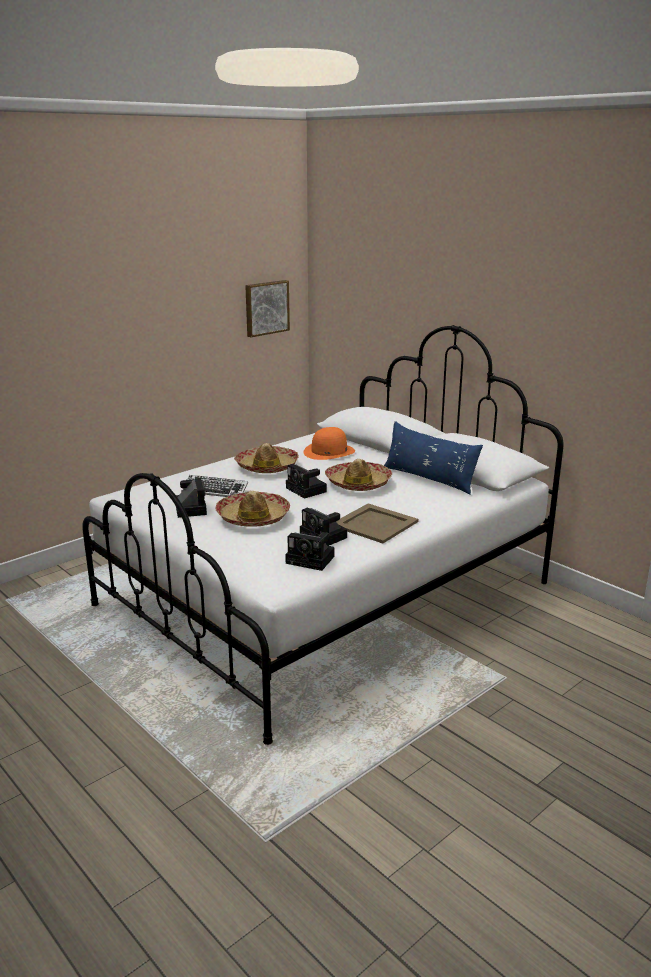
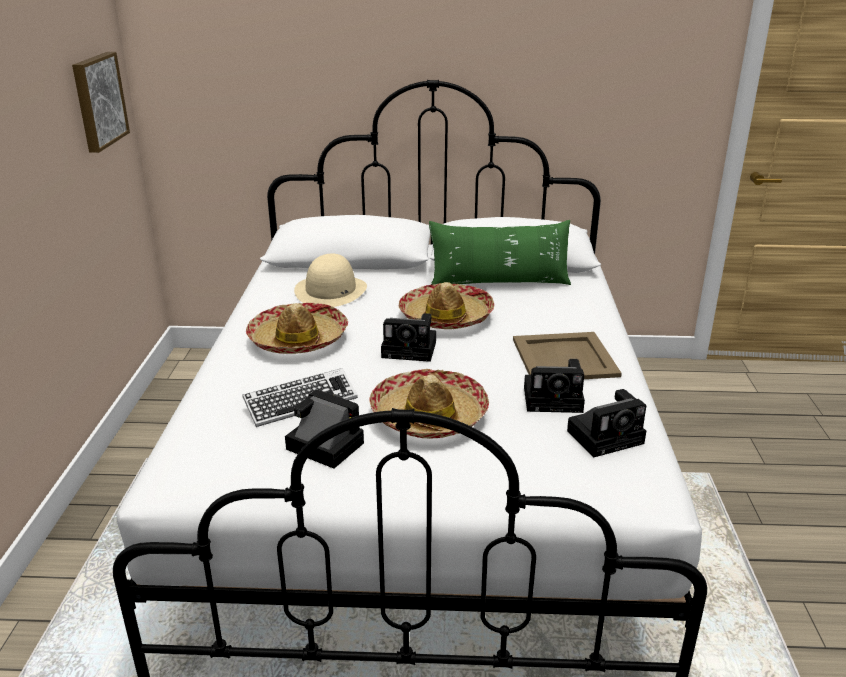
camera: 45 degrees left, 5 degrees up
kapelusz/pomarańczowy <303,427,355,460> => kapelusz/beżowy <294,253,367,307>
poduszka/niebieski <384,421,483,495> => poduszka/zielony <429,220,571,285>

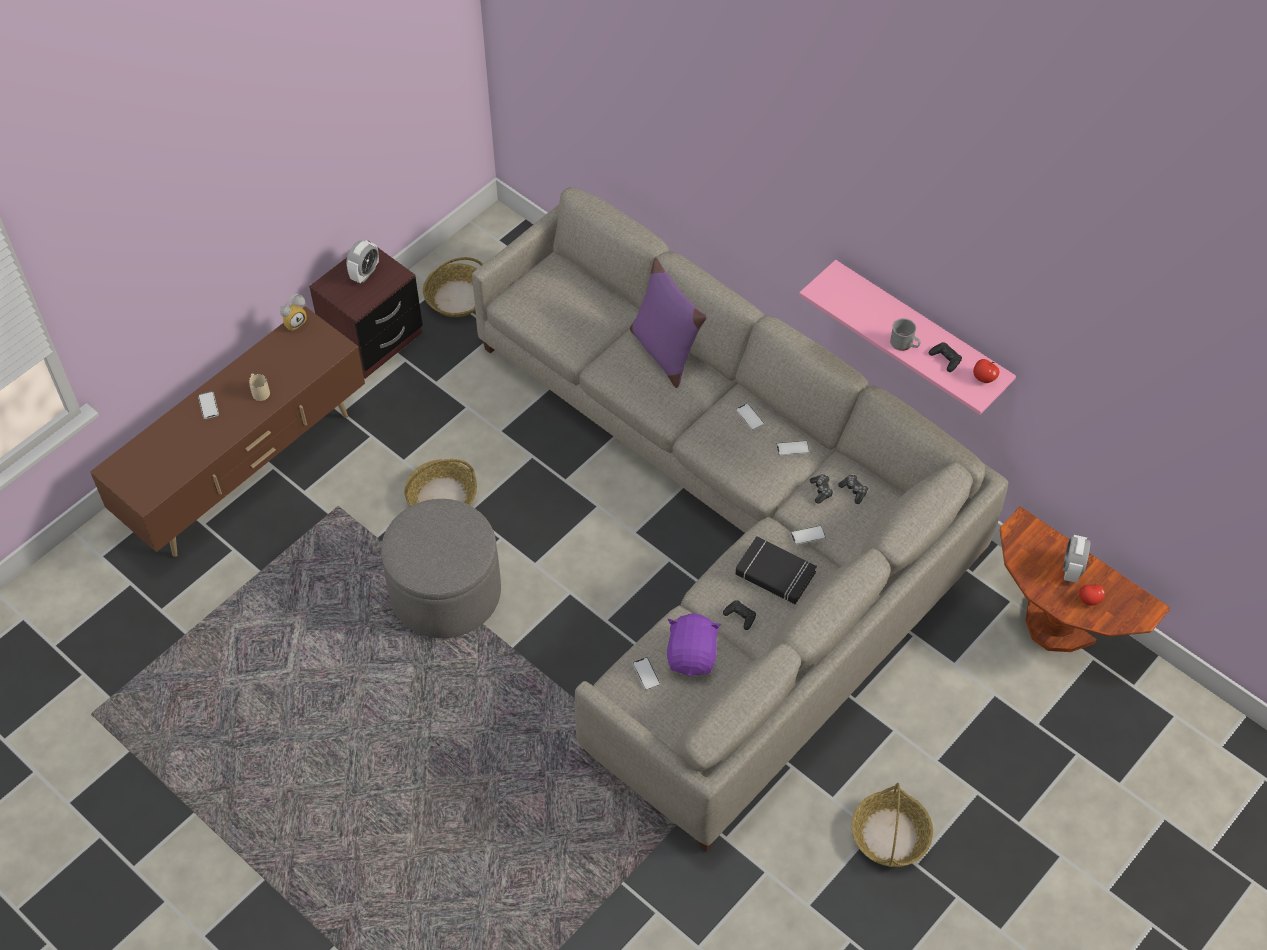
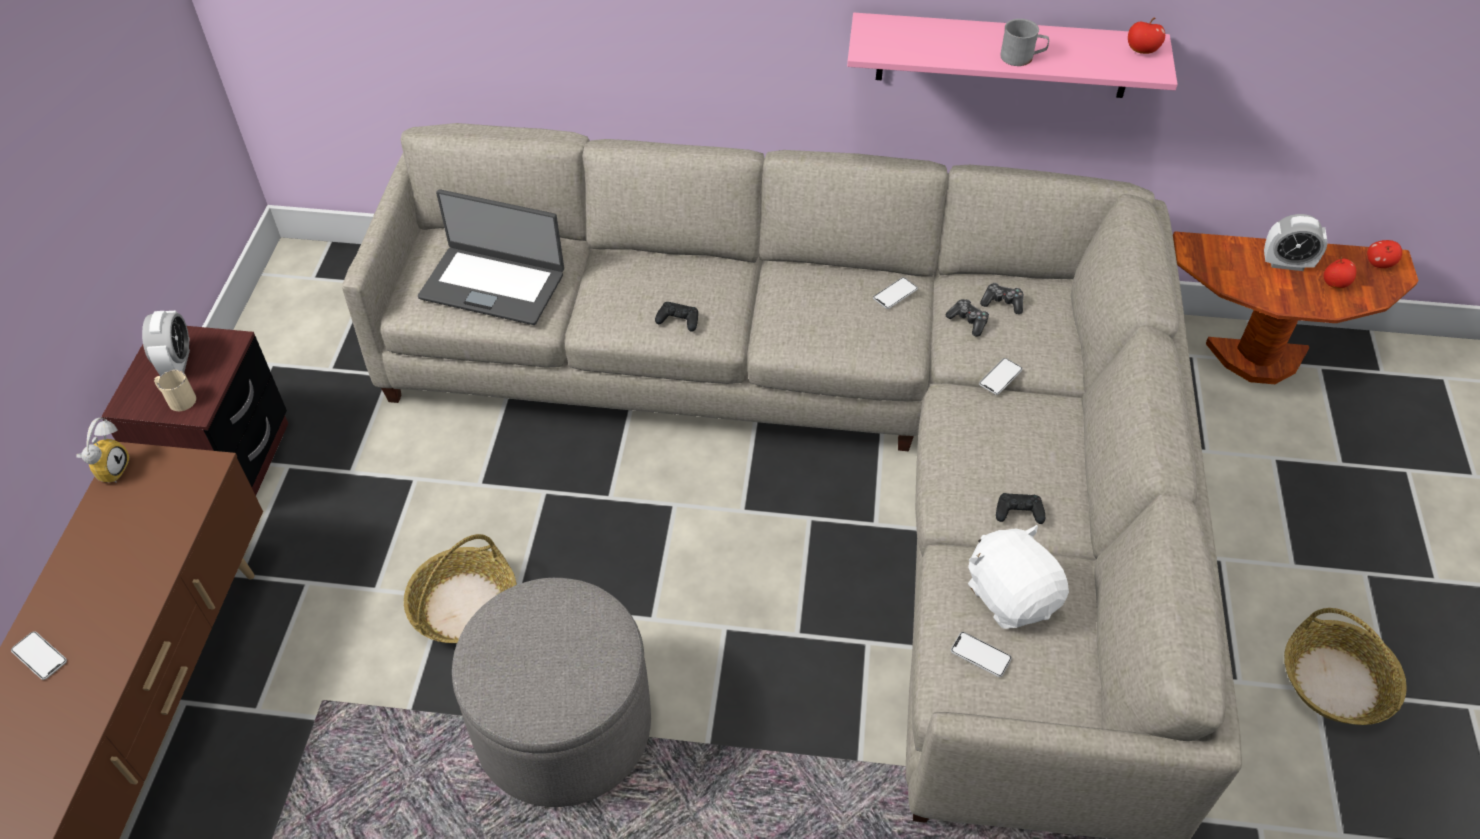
camera: 35 degrees left, 5 degrees down
kubek/beżowy <249,373,270,401> => kubek/beżowy <154,370,196,411>, shifted
nothing => laptop <418,189,564,325>
pad do gier/czarny <929,342,962,372> => pad do gier/czarny <655,302,698,332>, shifted
pluszak/fioletowy <667,613,721,676> => pluszak/biały <968,525,1069,629>
budzik <1063,535,1090,583> => budzik <1264,214,1328,271>, 60 degrees counterclockwise
nothing => jabłko <1367,240,1402,268>
koszyk <423,257,483,317> => nothing
poduszka/fioletowy <630,258,707,388> => nothing
telefon <735,403,765,431> => nothing
książka/czarny <735,536,817,604> => nothing

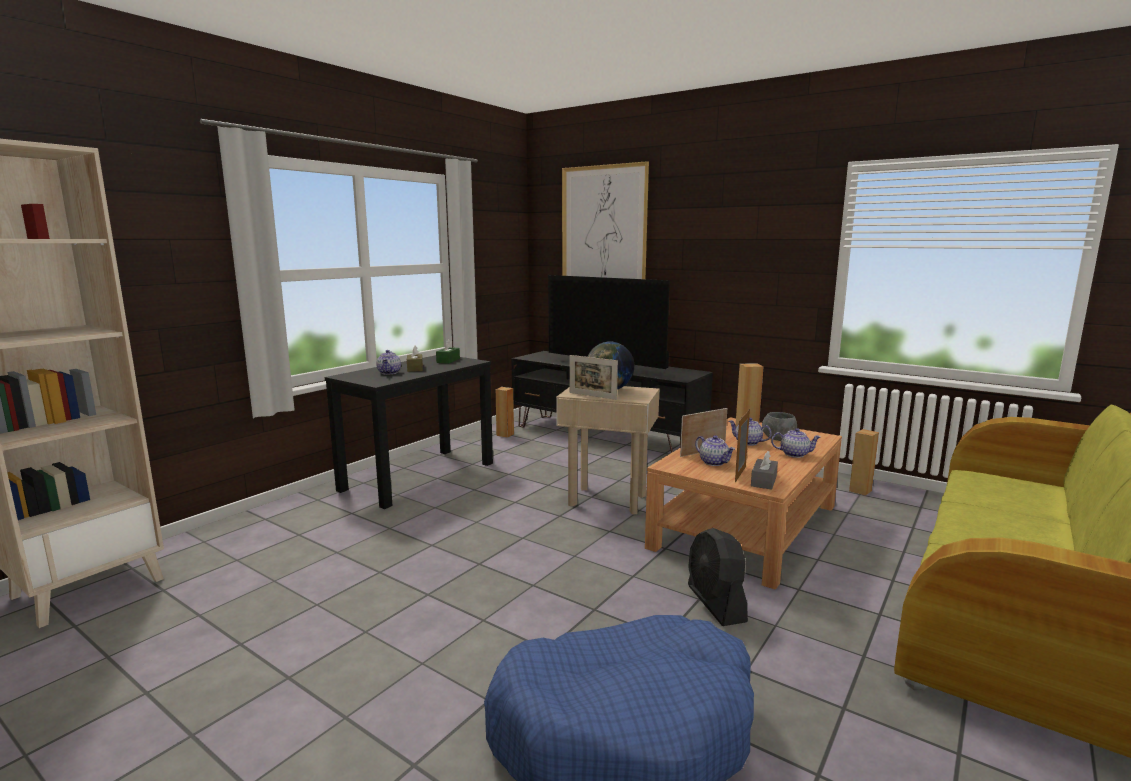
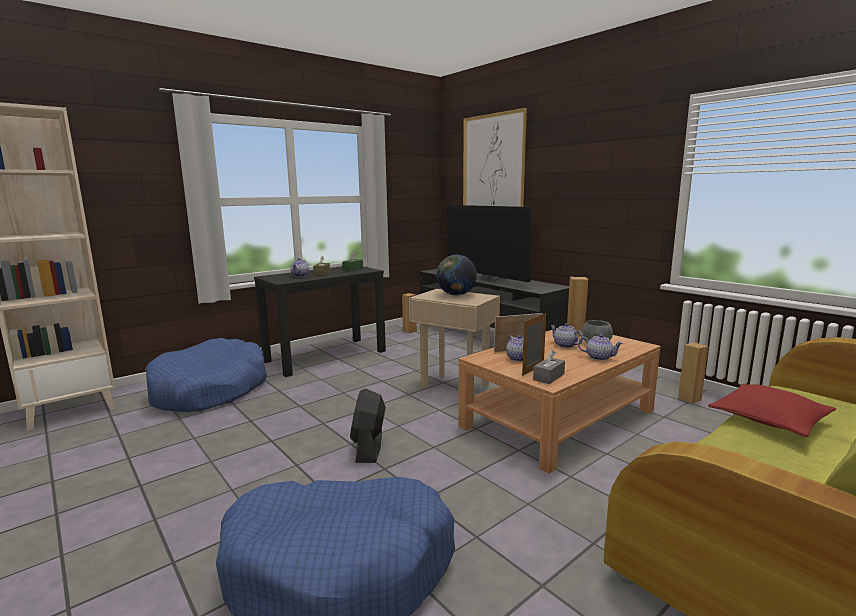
camera: 15 degrees right, 0 degrees up
nothing => legowisko/niebieski <145,338,267,412>
wentylator/czarny <688,528,748,626> => wentylator/czarny <350,389,386,463>, shifted
nothing => poduszka/czerwony <708,384,836,437>
ramka na zdjęcie <569,355,618,400> => nothing

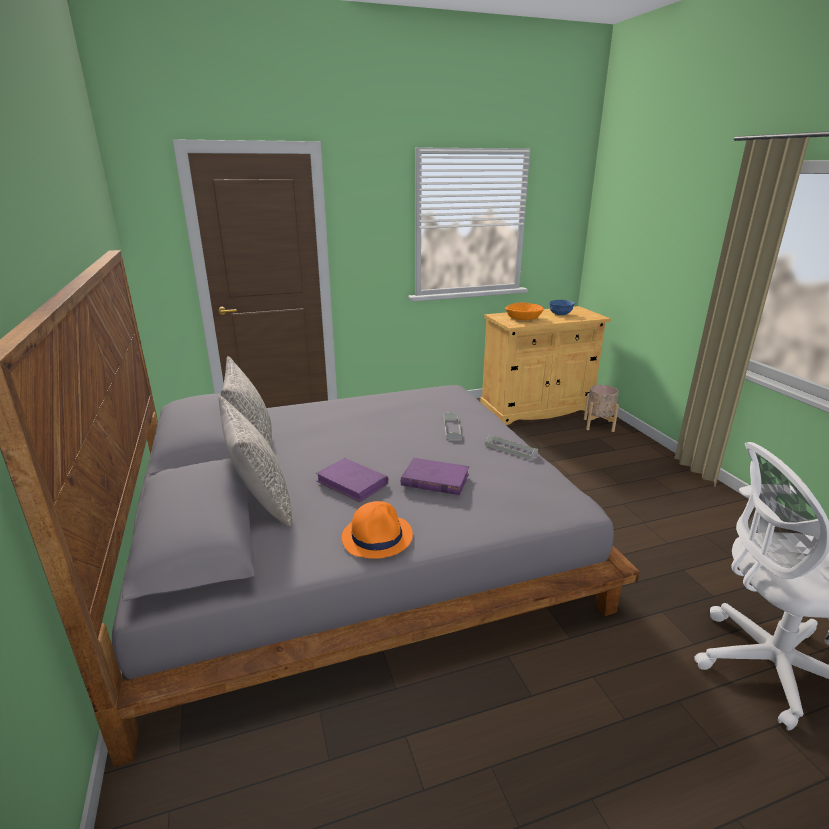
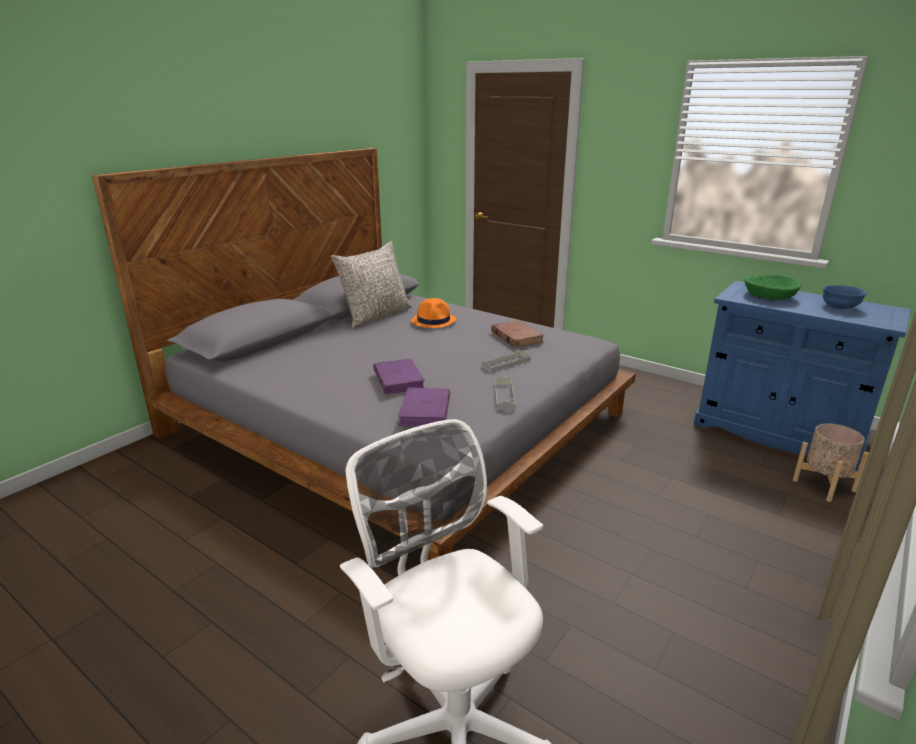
camera: 55 degrees right, 0 degrees up
książka/fioletowy <316,458,388,502> => książka/fioletowy <398,388,450,427>, shifted
kapelusz/pomarańczowy <342,501,413,559> => kapelusz/pomarańczowy <411,298,456,328>, shifted
nothing => książka/brązowy <491,320,545,348>
szafka/beżowy <480,306,611,425> => szafka/niebieski <694,281,911,471>
miska/pomarańczowy <505,302,544,320> => miska/zielony <745,275,801,300>
poduszka/szary <219,396,292,526> => nothing

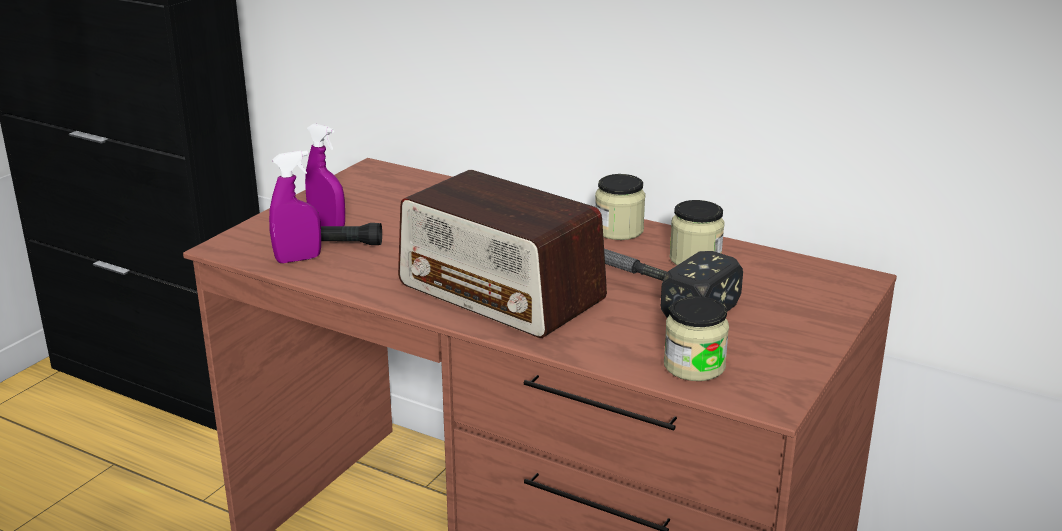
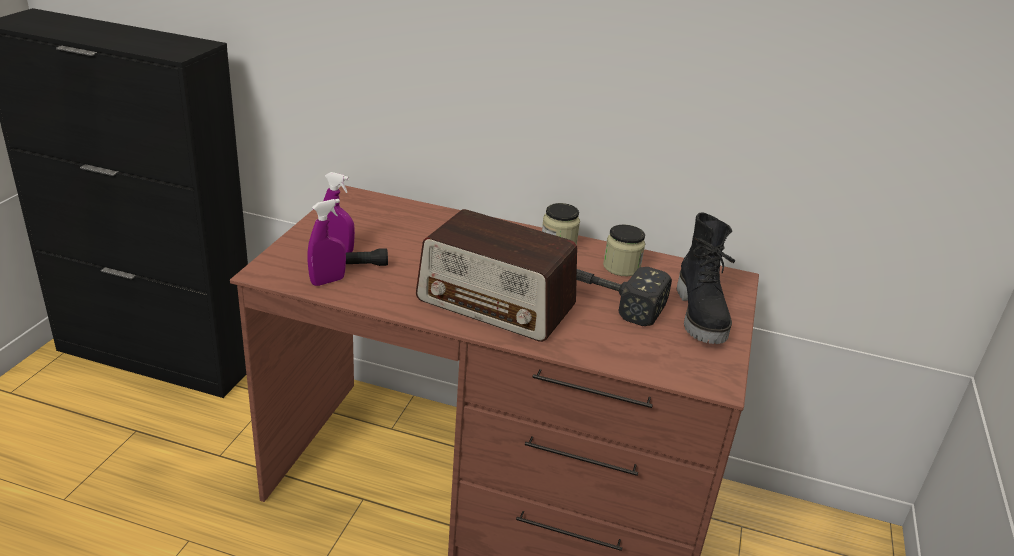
camera: 15 degrees left, 5 degrees up
nothing => but z cholewką/czarny <677,212,735,344>
słoik <664,296,729,381> => nothing

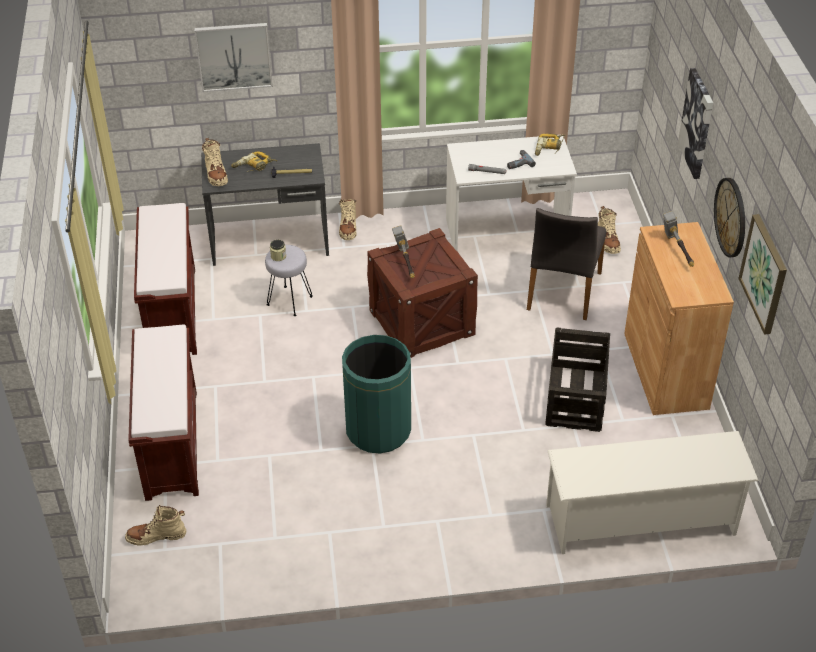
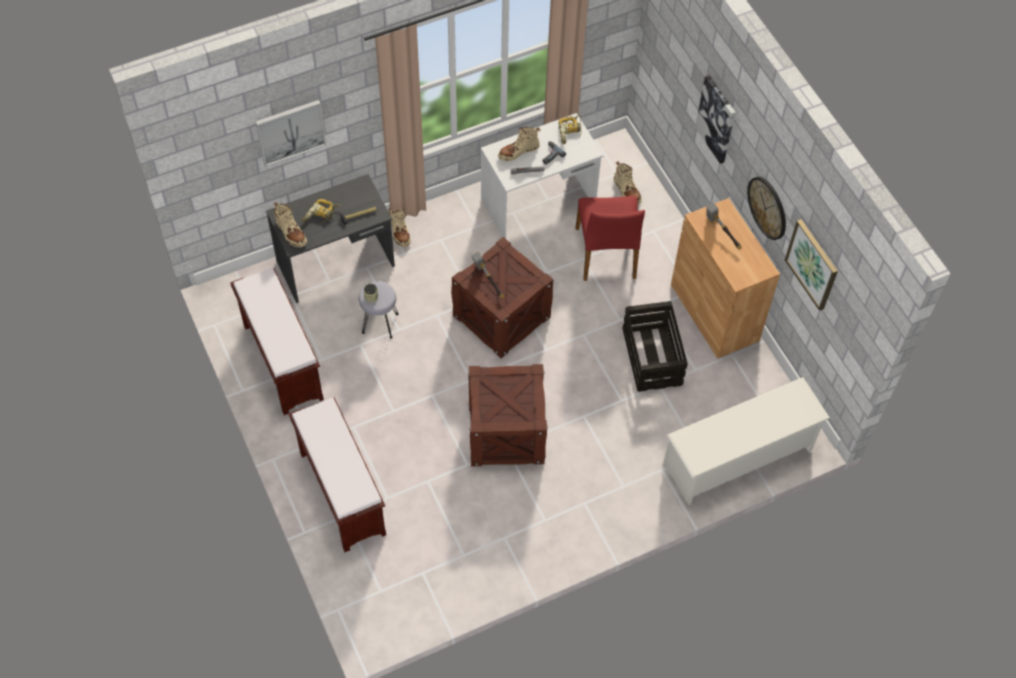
camera: 20 degrees left, 15 degrees up
kosz na śmieci/zielony <342,335,411,453> => skrzynka <467,364,548,466>
but z cholewką/beżowy <125,505,186,546> => but z cholewką/beżowy <498,127,541,161>, shifted
krzesło/szary <527,208,606,320> => krzesło/czerwony <576,196,645,281>

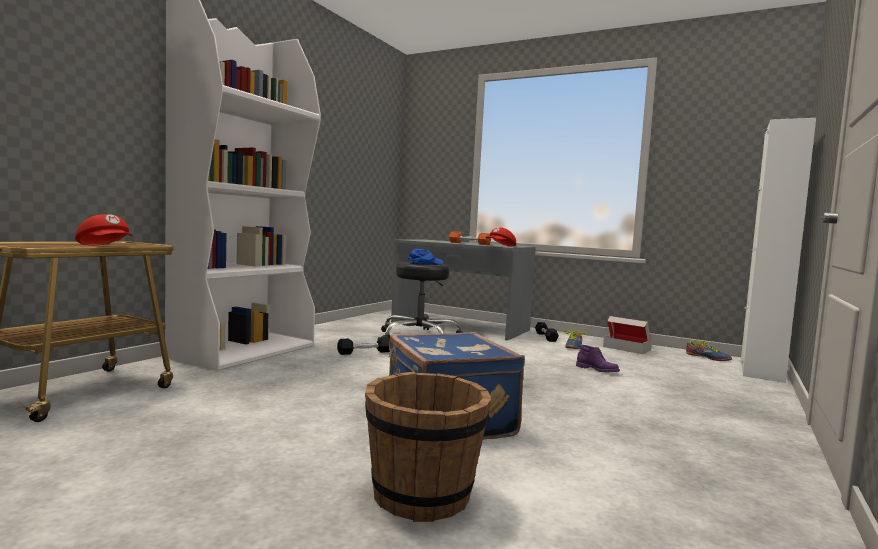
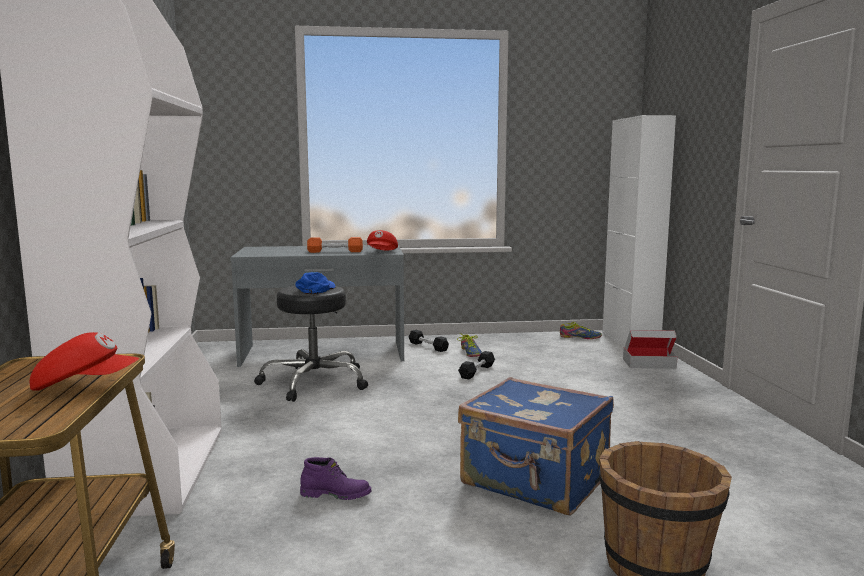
camera: 35 degrees left, 5 degrees up
but z cholewką/fioletowy <576,345,620,372> => but z cholewką/fioletowy <300,457,371,500>, shifted
hantel/czarny <337,337,390,355> => hantel/czarny <458,351,495,379>, shifted
karton <603,316,652,354> => karton <623,330,678,369>, shifted

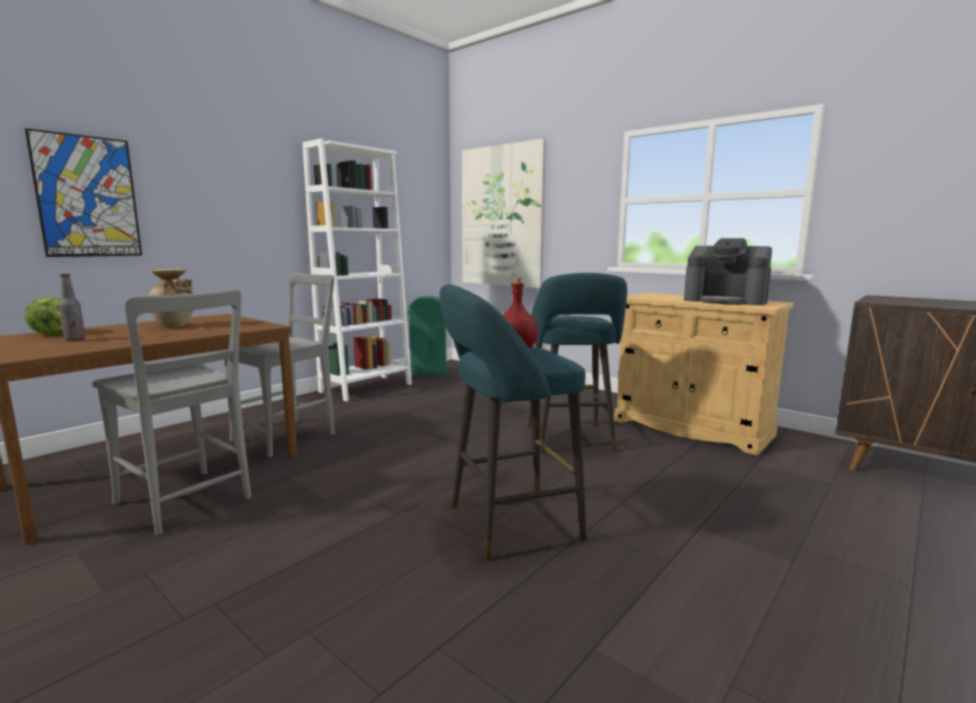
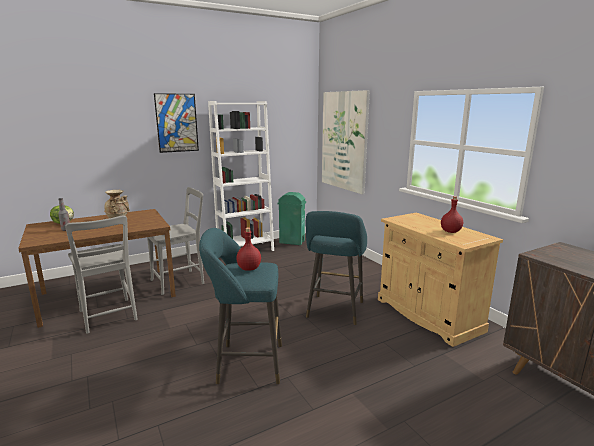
camera: 20 degrees right, 5 degrees up
obraz <25,128,142,257> => obraz <154,93,199,153>, shifted
ekspres do kawy <684,238,772,305> => butelka/czerwony <441,196,463,233>

